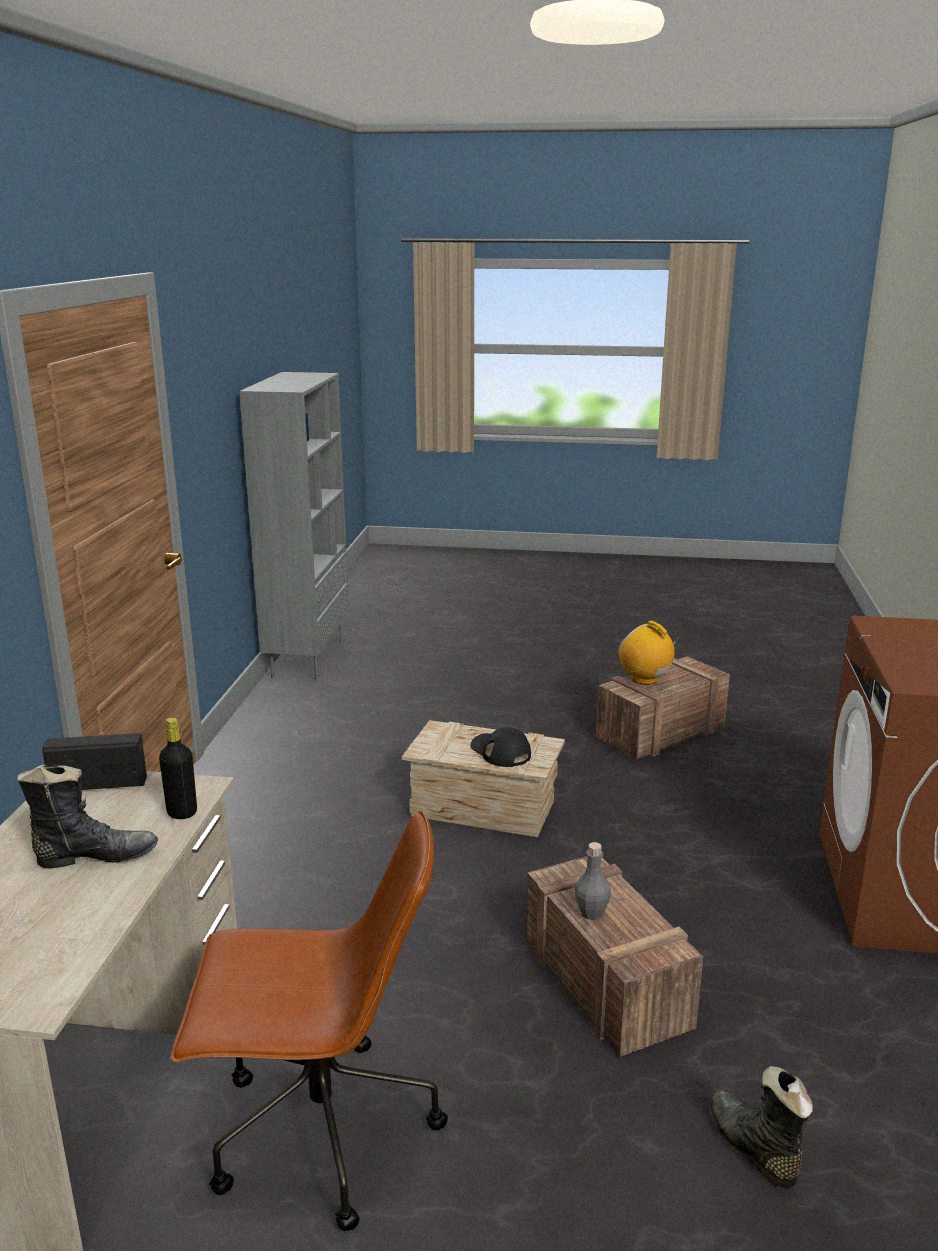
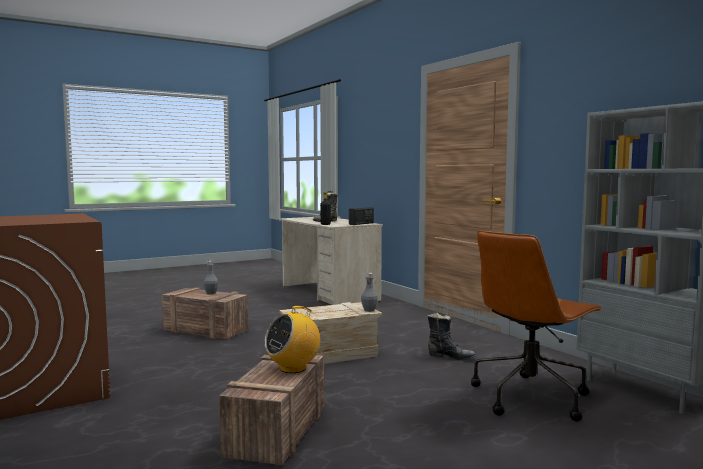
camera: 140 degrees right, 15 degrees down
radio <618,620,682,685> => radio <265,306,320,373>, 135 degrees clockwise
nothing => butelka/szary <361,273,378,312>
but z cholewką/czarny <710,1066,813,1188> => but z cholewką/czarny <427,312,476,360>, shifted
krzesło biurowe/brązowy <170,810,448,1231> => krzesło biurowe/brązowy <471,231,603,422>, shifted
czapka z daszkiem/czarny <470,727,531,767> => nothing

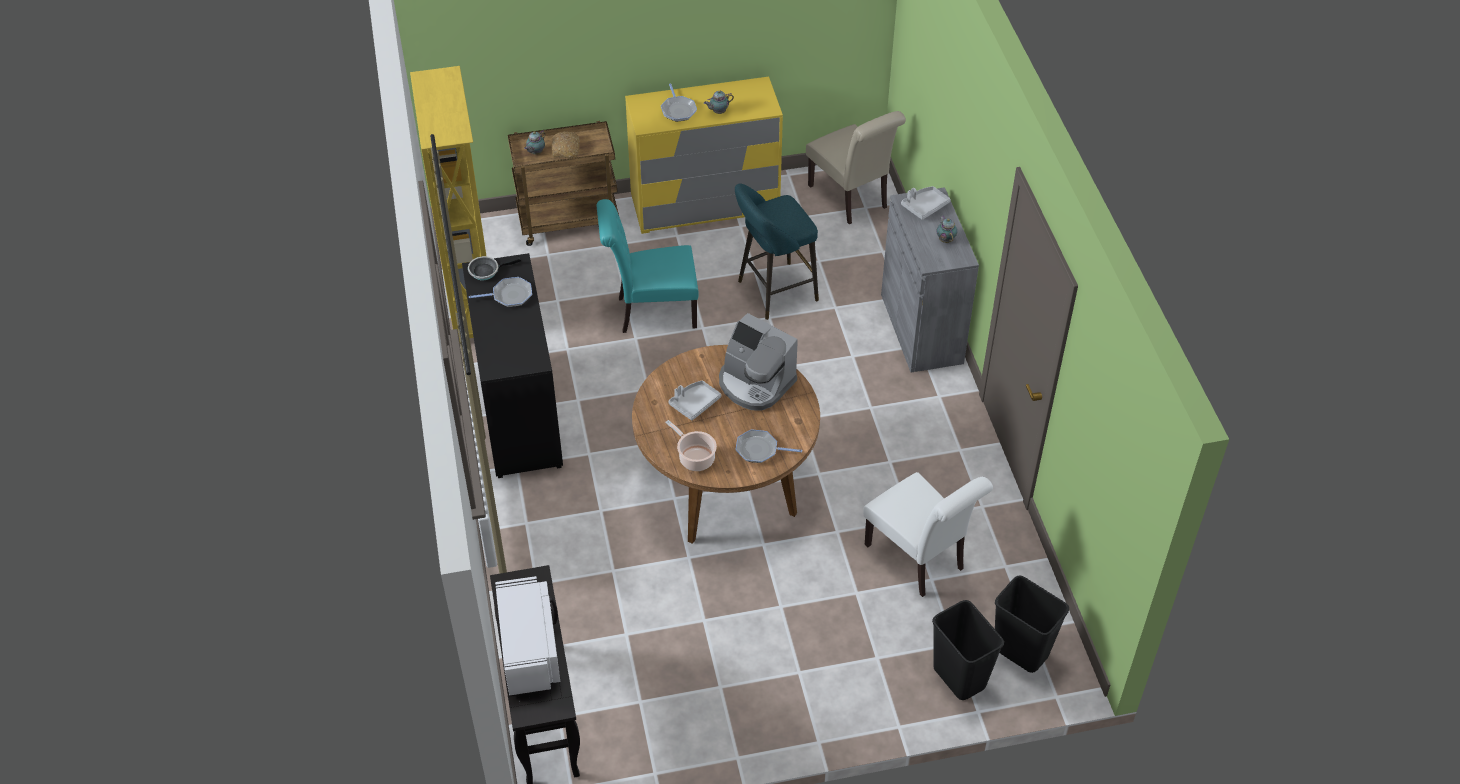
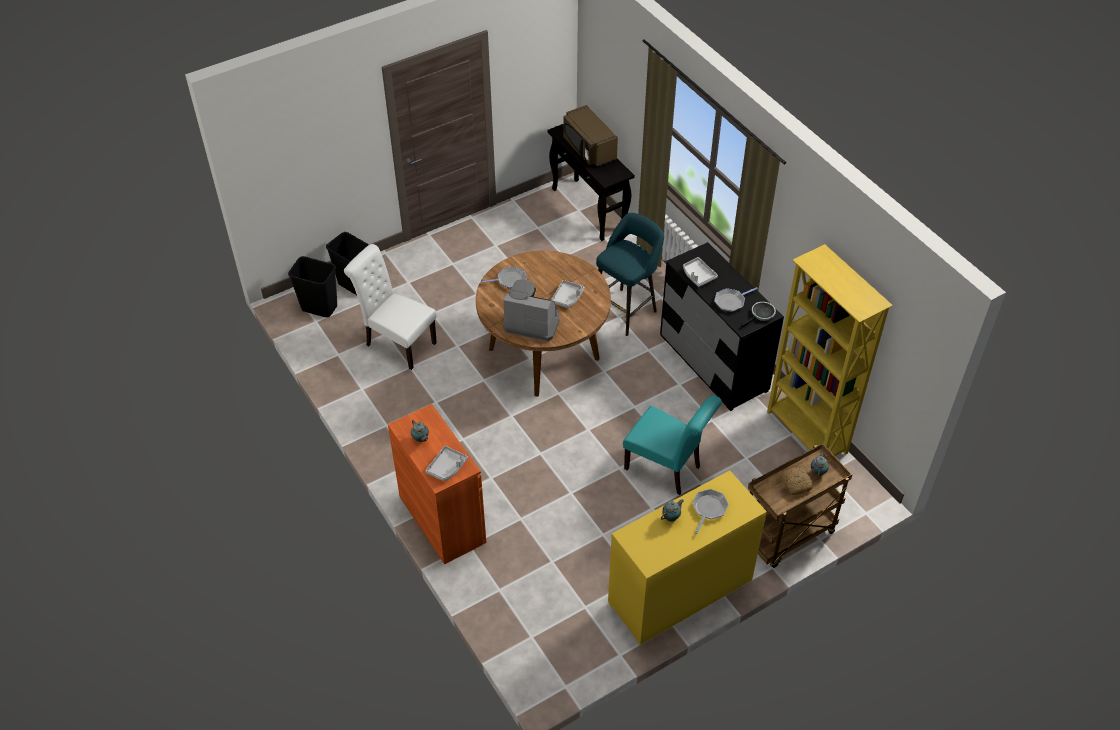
camera: 160 degrees right, 0 degrees up
szafka/szary <881,187,979,373> => szafka/pomarańczowy <388,404,486,565>
mikrofalówka/biały <495,576,560,696> => mikrofalówka/brązowy <563,105,618,167>
stołek/turkusowy <735,184,819,320> => stołek/turkusowy <596,213,664,336>, shifted
krzesło/turkusowy <597,199,699,333> => krzesło/turkusowy <623,395,722,495>, 60 degrees clockwise
nothing => taca/szary <683,257,718,287>
patelnia <661,84,697,122> => patelnia <693,489,729,534>, 60 degrees clockwise
garnek <666,420,717,471> => nothing
krzesło/beżowy <806,111,906,224> => nothing

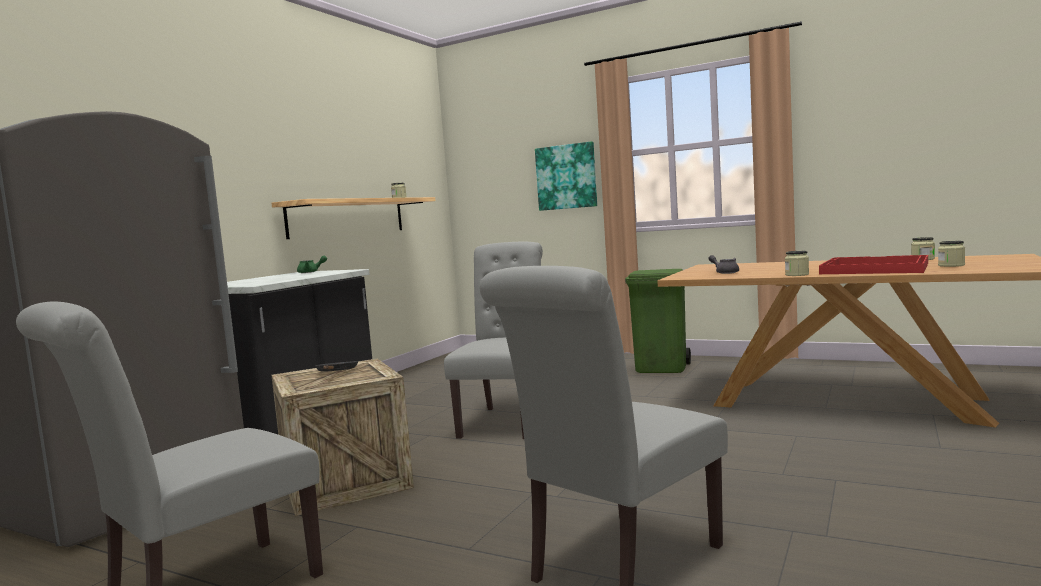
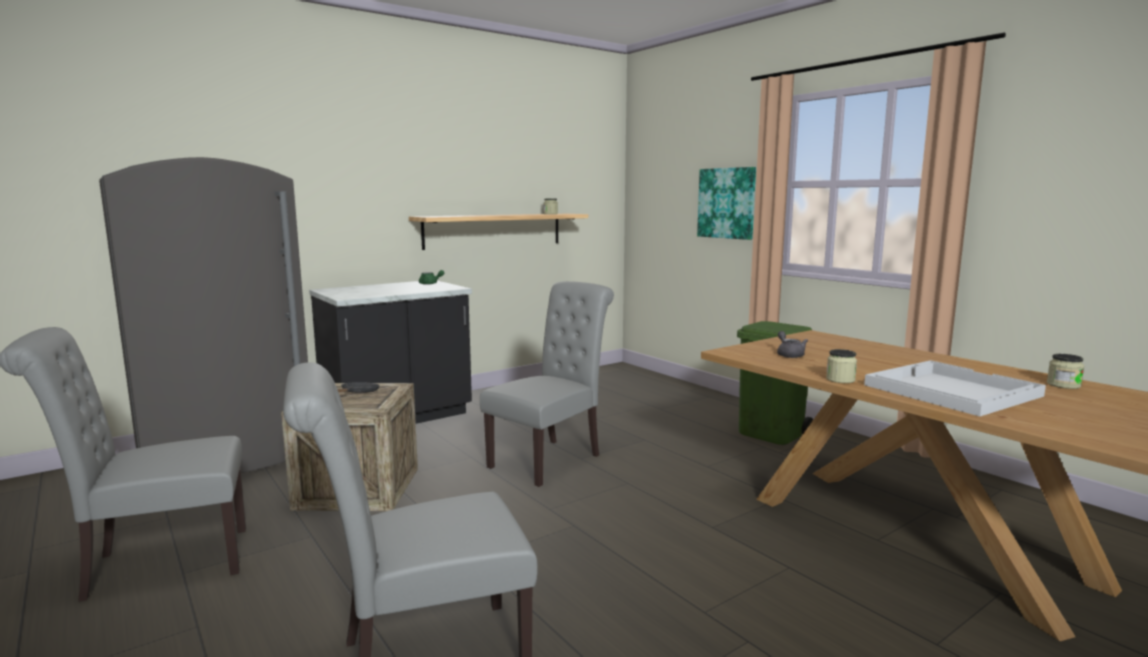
camera: 25 degrees right, 5 degrees up
taca/czerwony <819,255,928,274> => taca/biały <864,360,1046,416>
słoik <938,241,965,267> => nothing

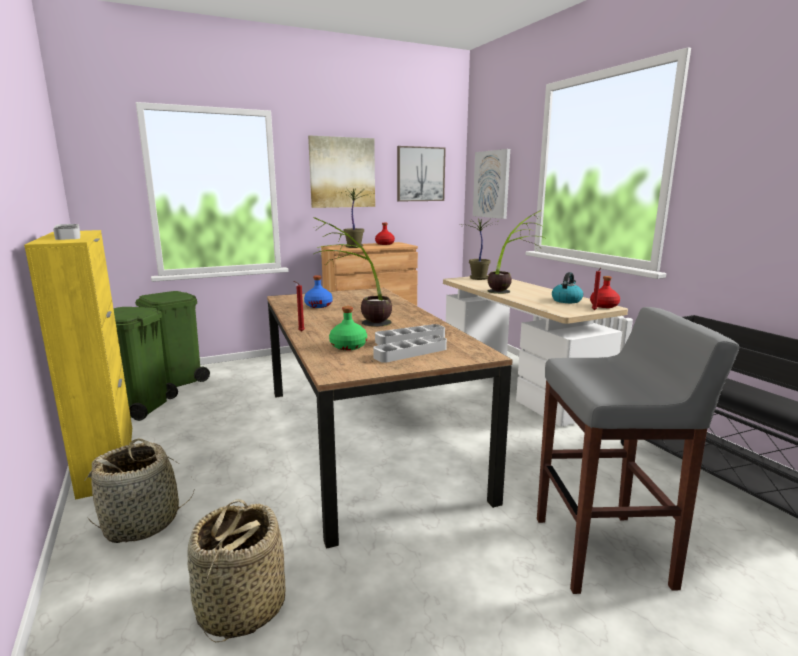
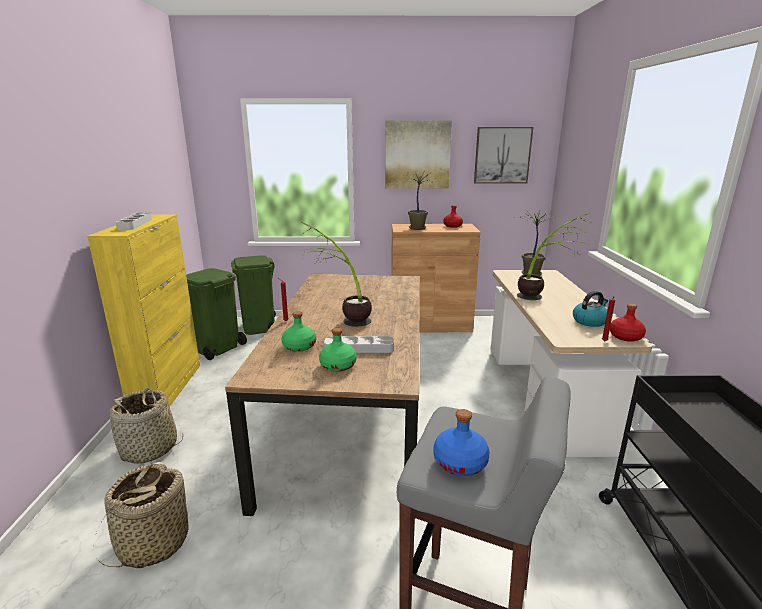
camera: 25 degrees right, 5 degrees up
taca/szary <373,335,447,363> => butelka/zielony <319,328,357,372>
butelka/niebieski <304,275,333,308> => butelka/niebieski <434,409,490,476>, shifted
obraz <473,149,510,219> => nothing

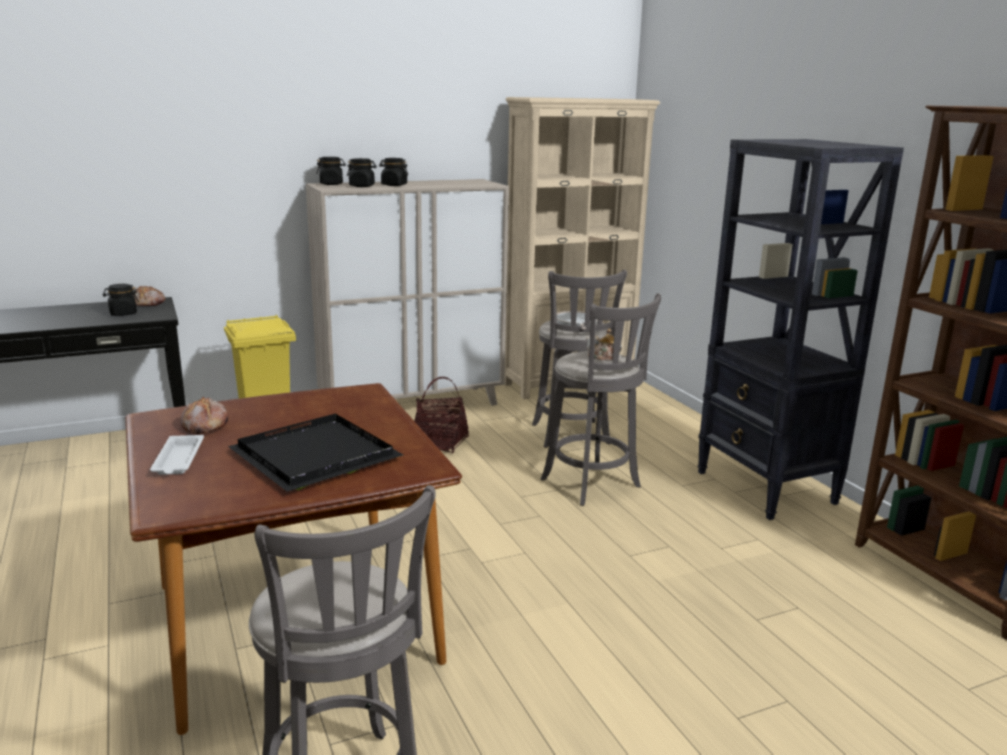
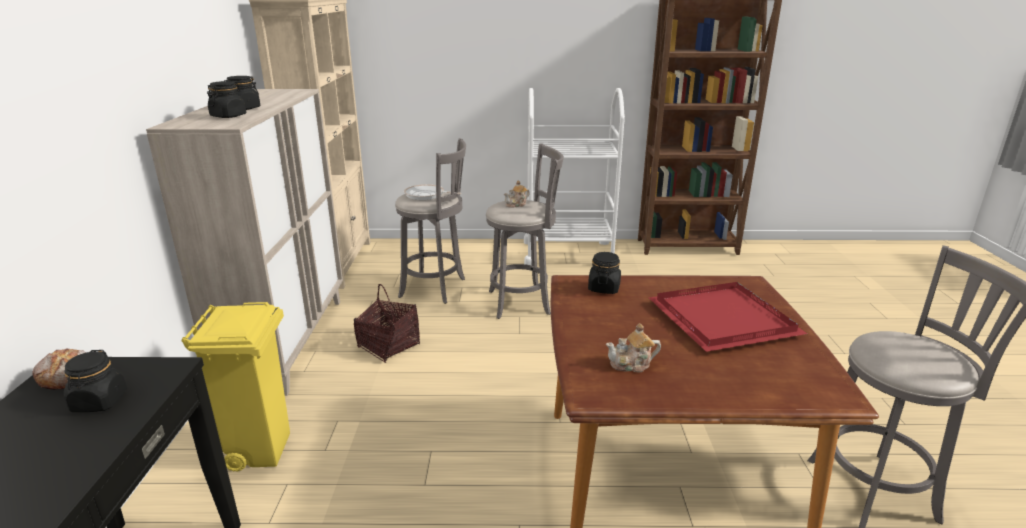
camera: 65 degrees left, 5 degrees up
regał/czarny <697,139,904,520> => wózek/biały <524,88,625,265>
słoik/czarny <316,157,346,185> => słoik/czarny <588,252,621,294>, shifted
chleb <180,397,228,434> => imbryk <606,323,661,372>
taca/czarny <228,414,403,492> => taca/czerwony <649,282,807,352>
taca/biały <150,435,204,475> => nothing

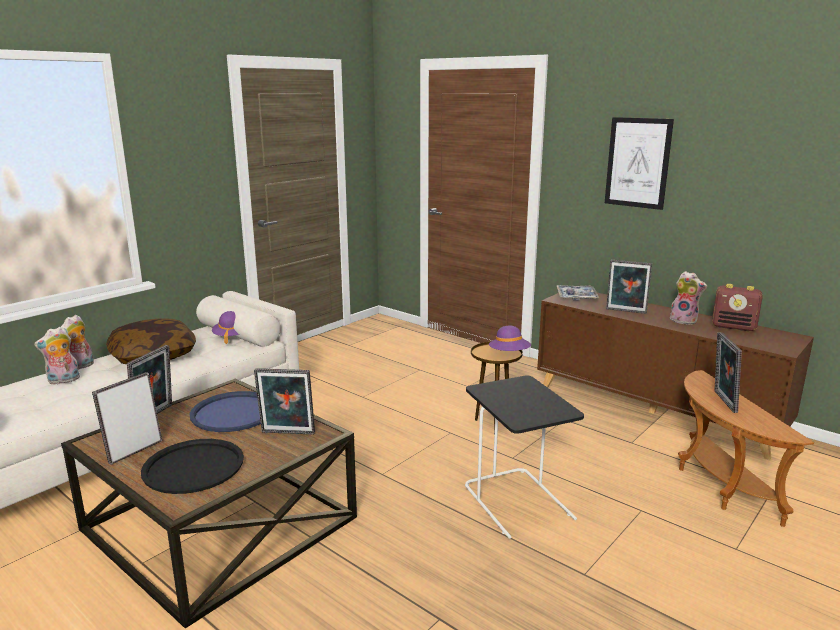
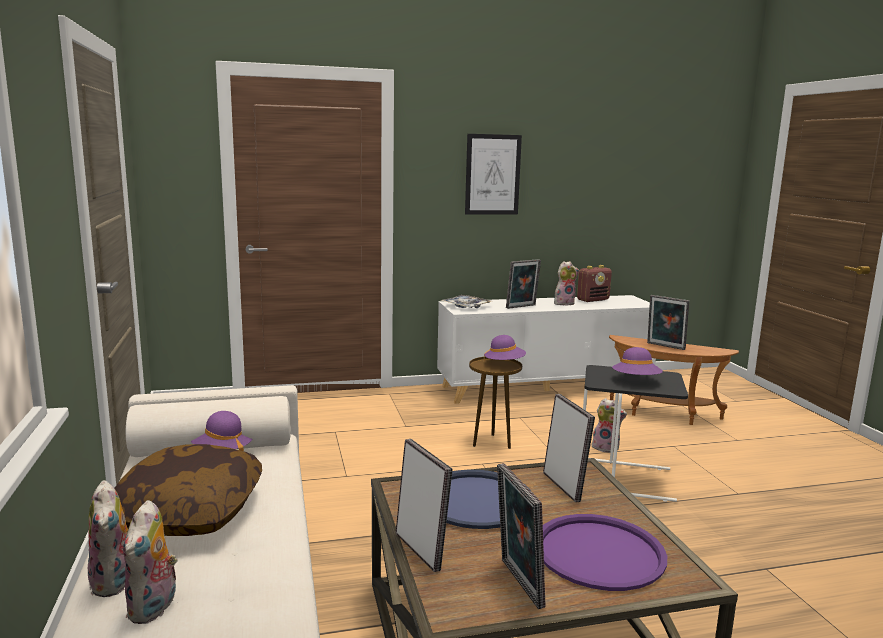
camera: 55 degrees left, 5 degrees down
szafka/brązowy <537,293,814,460> => szafka/biały <437,295,656,404>
ramka na zdjęcie <254,368,315,435> => ramka na zdjęcie <543,394,595,502>, 60 degrees counterclockwise
taca/czarny <141,439,244,494> => taca/fioletowy <543,514,667,591>
nothing => pluszak <592,398,627,453>
nothing => kapelusz/fioletowy <612,347,663,375>

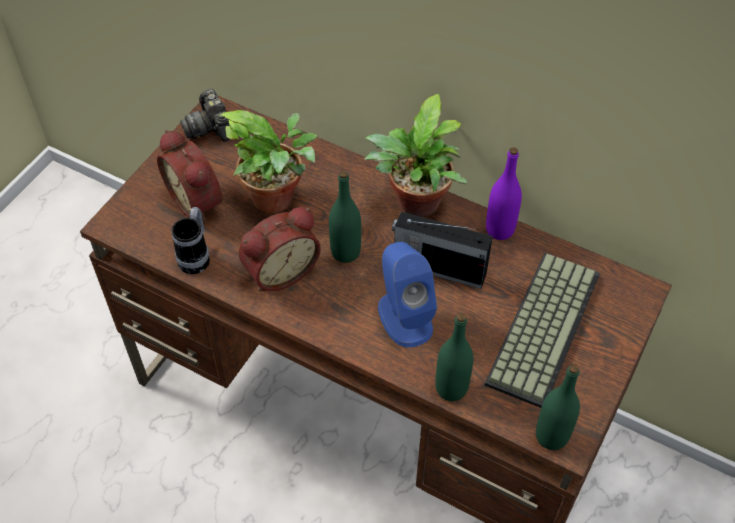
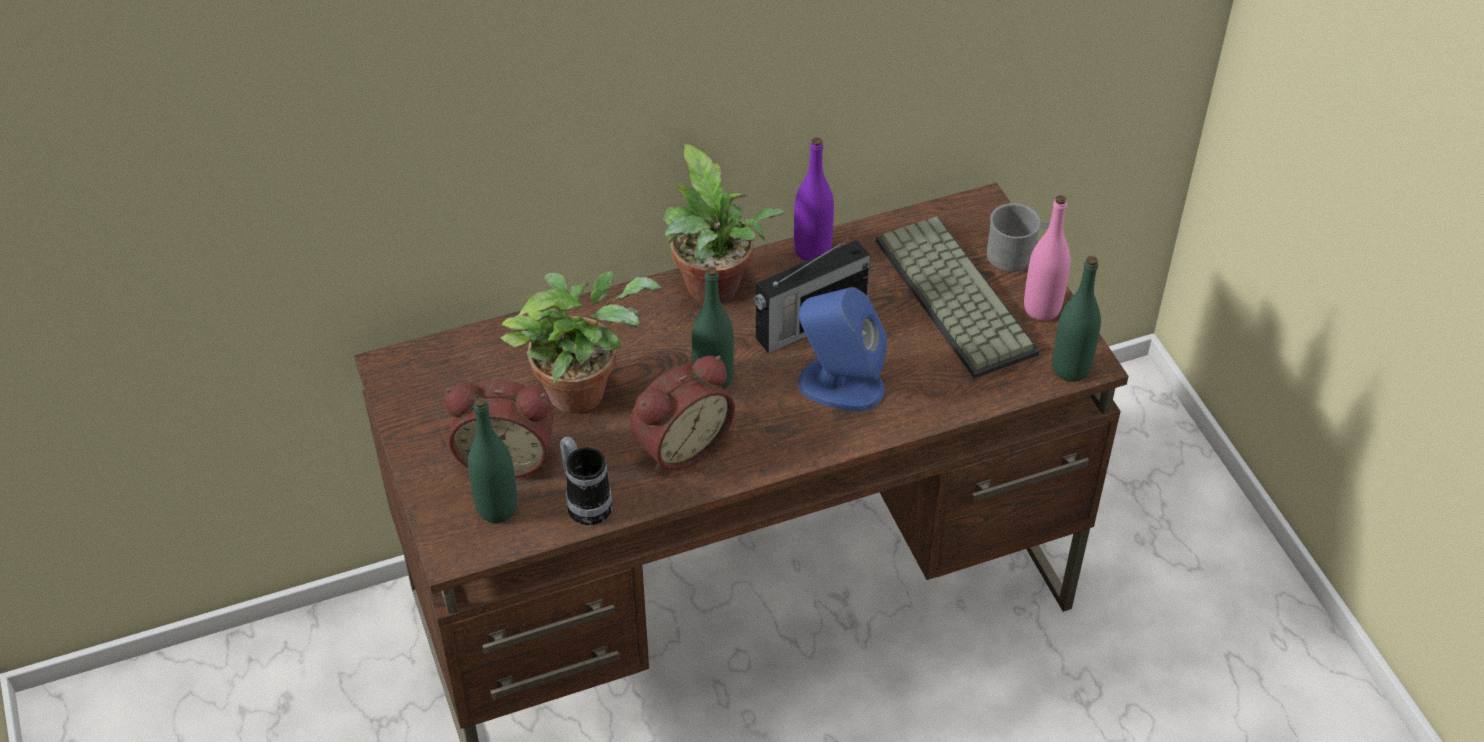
camera: 50 degrees left, 5 degrees down
butelka/zielony <435,313,473,401> => butelka/zielony <468,397,517,523>, shifted
budzik <239,207,321,291> => budzik <629,356,735,472>, 45 degrees clockwise
nothing => kubek/szary <987,203,1050,272>
nothing => butelka/różowy <1024,195,1071,321>
aparat fotograficzny <180,89,230,142> => nothing

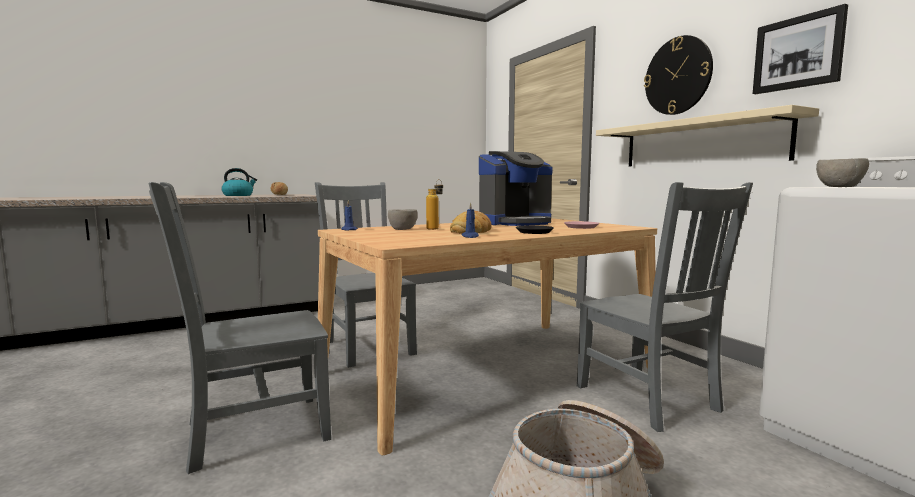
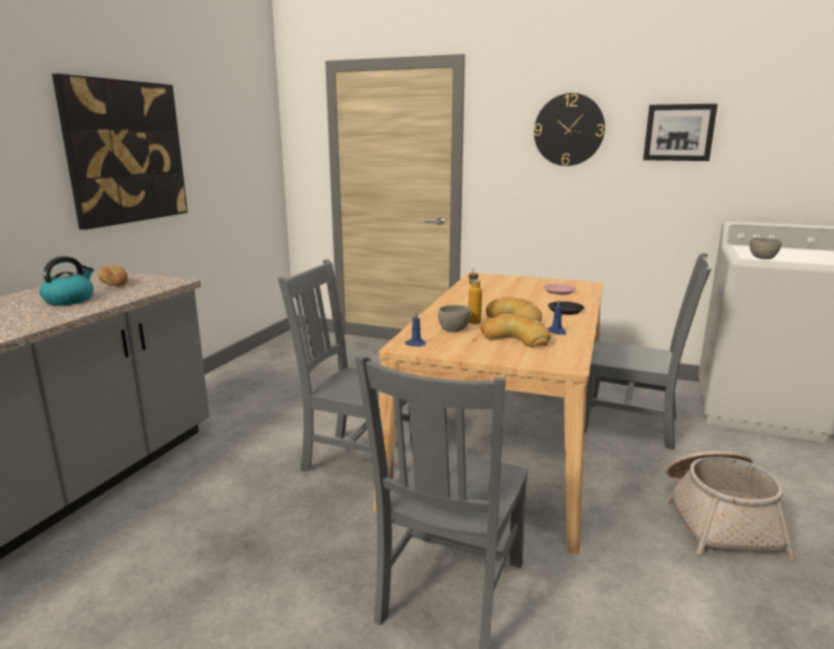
camera: 40 degrees left, 10 degrees up
nothing => obraz <52,74,188,230>
nothing => chleb <480,314,551,347>
ekspres do kawy <479,151,552,226> => nothing
półka/beżowy <596,105,819,167> => nothing

